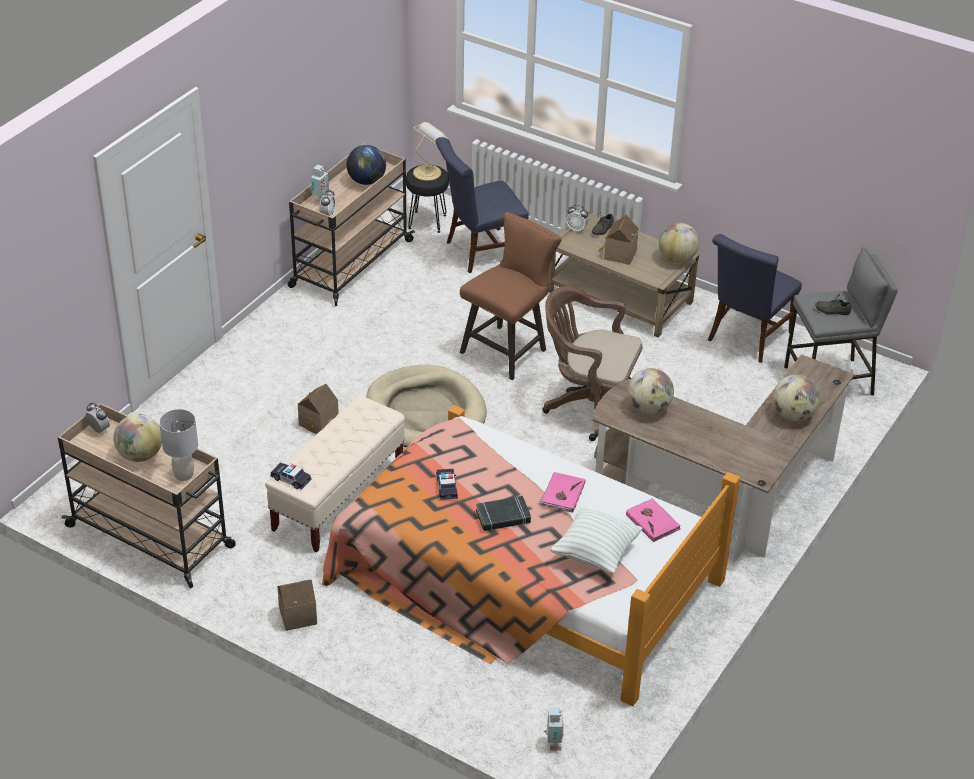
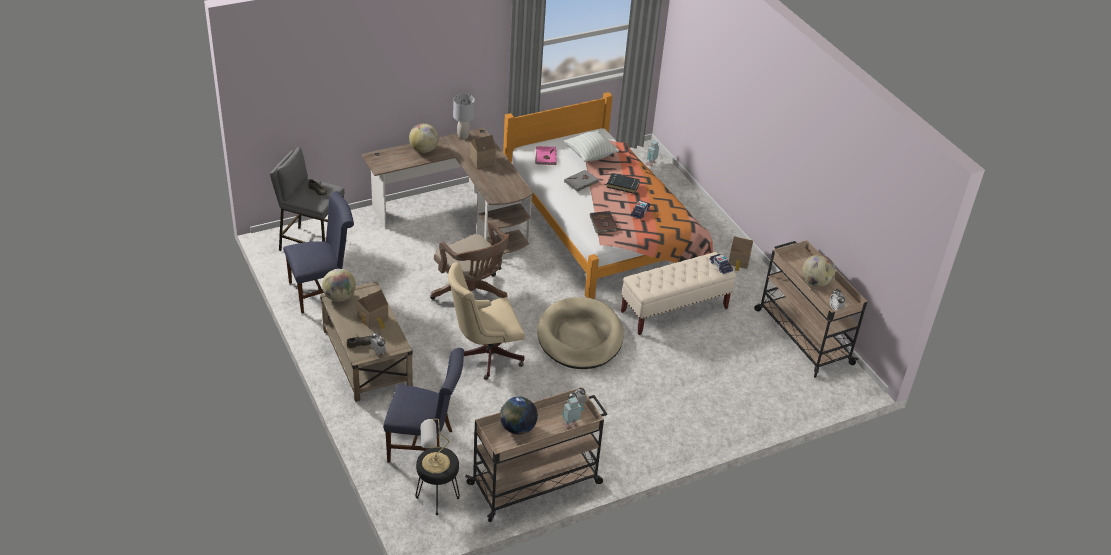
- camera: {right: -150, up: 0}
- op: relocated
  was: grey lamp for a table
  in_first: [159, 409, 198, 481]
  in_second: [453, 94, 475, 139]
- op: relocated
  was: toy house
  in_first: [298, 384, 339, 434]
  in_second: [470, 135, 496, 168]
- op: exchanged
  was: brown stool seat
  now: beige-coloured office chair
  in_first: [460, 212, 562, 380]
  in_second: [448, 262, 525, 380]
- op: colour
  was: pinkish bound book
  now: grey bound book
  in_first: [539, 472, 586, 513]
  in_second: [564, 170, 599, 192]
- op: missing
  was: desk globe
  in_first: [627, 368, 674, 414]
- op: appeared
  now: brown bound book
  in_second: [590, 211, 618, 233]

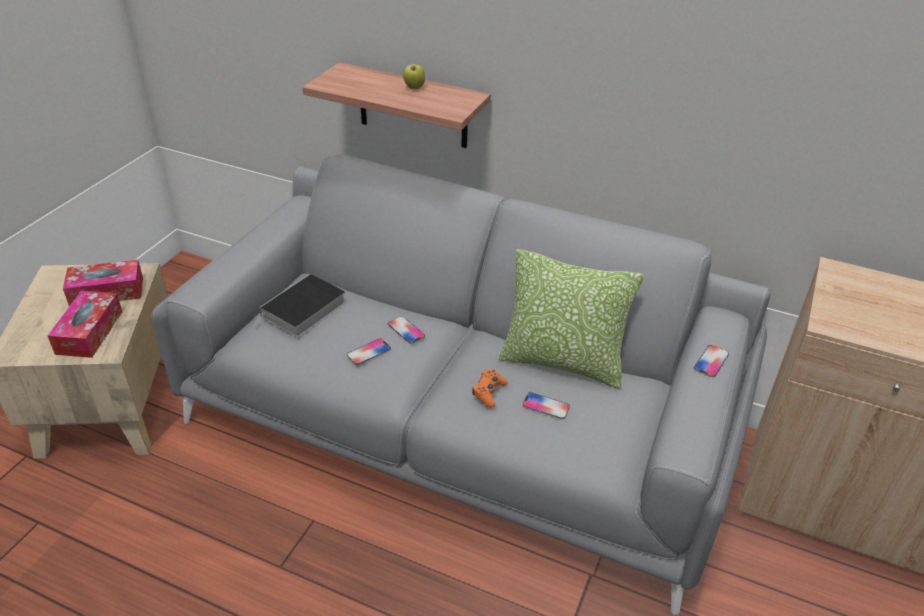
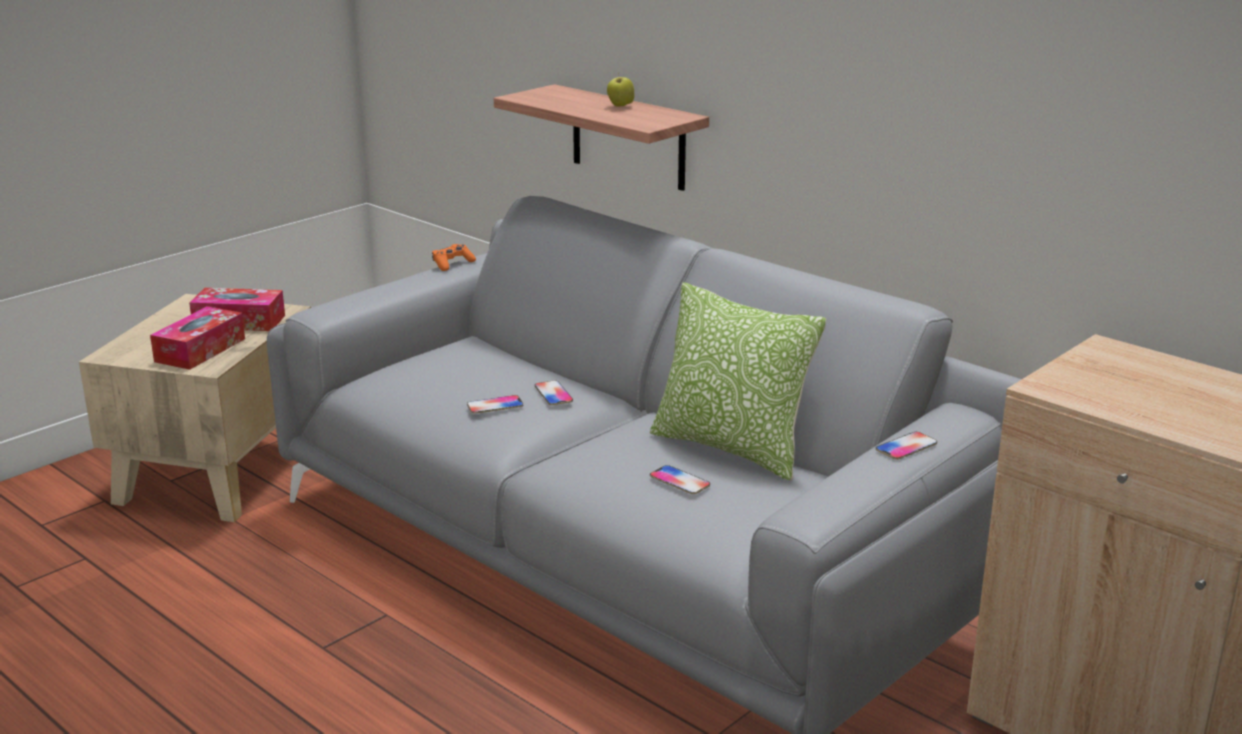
- camera: {right: 20, up: -15}
- op: missing
  was: bound book
  in_first: [253, 274, 346, 337]
- op: relocated
  was: orange gamepad
  in_first: [472, 370, 508, 408]
  in_second: [432, 244, 476, 271]

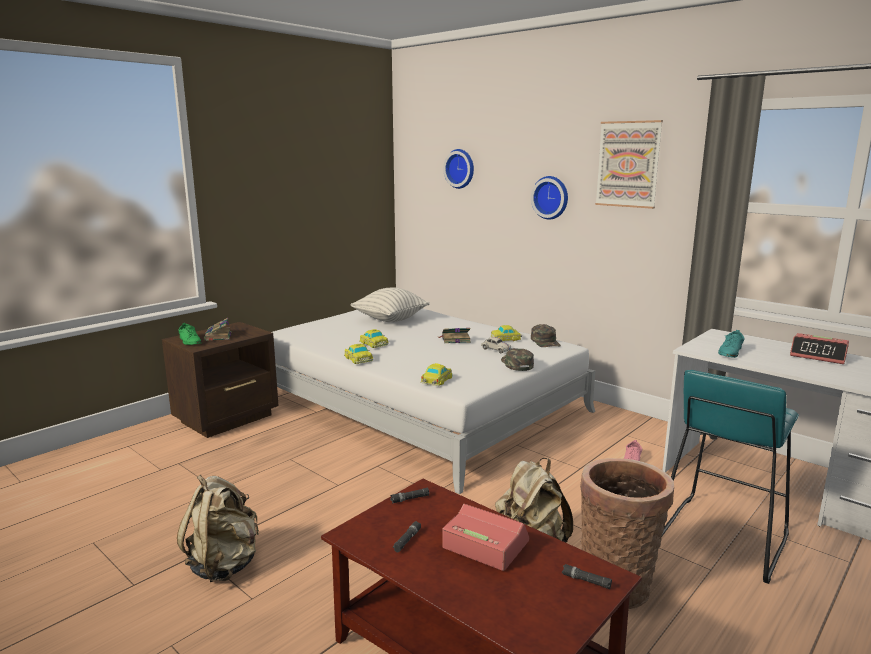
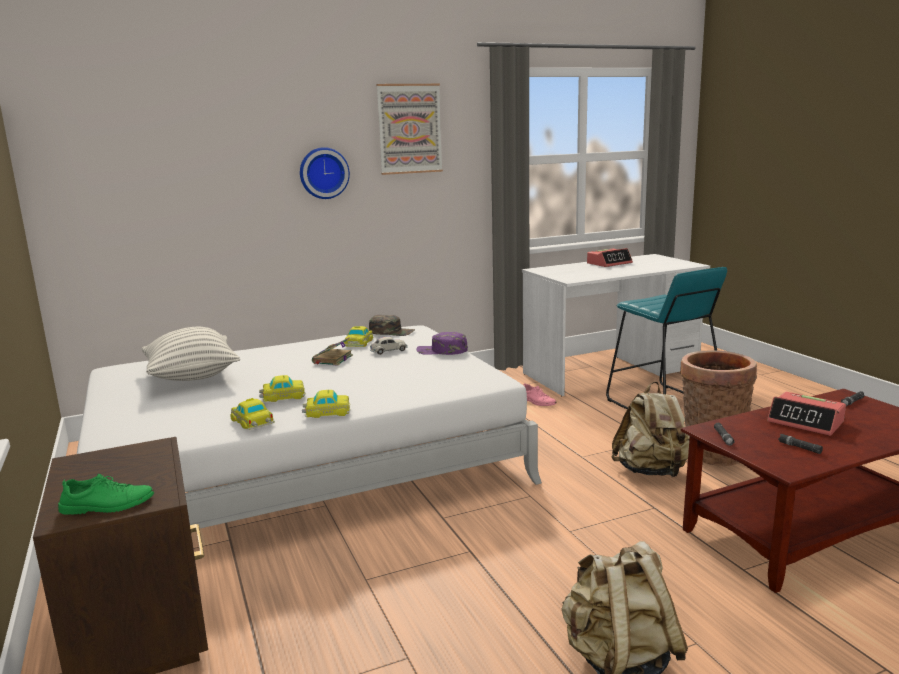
- camera: {right: -65, up: 0}
- op: missing
  was: bound book
  in_first: [204, 318, 232, 341]
- op: relocated
  was: miniature car
  in_first: [420, 363, 452, 386]
  in_second: [230, 398, 275, 430]
- op: spun
  was: alarm clock
  in_first: [442, 504, 529, 571]
  in_second: [767, 392, 846, 436]
  clockwise: -105
- op: missing
  was: clock on the wall
  in_first: [443, 149, 474, 189]
- op: colour
  was: greenish baseball cap
  now: purplish baseball cap
  in_first: [501, 348, 534, 371]
  in_second: [417, 332, 468, 355]
- op: missing
  was: blue-green shoe
  in_first: [718, 330, 745, 358]

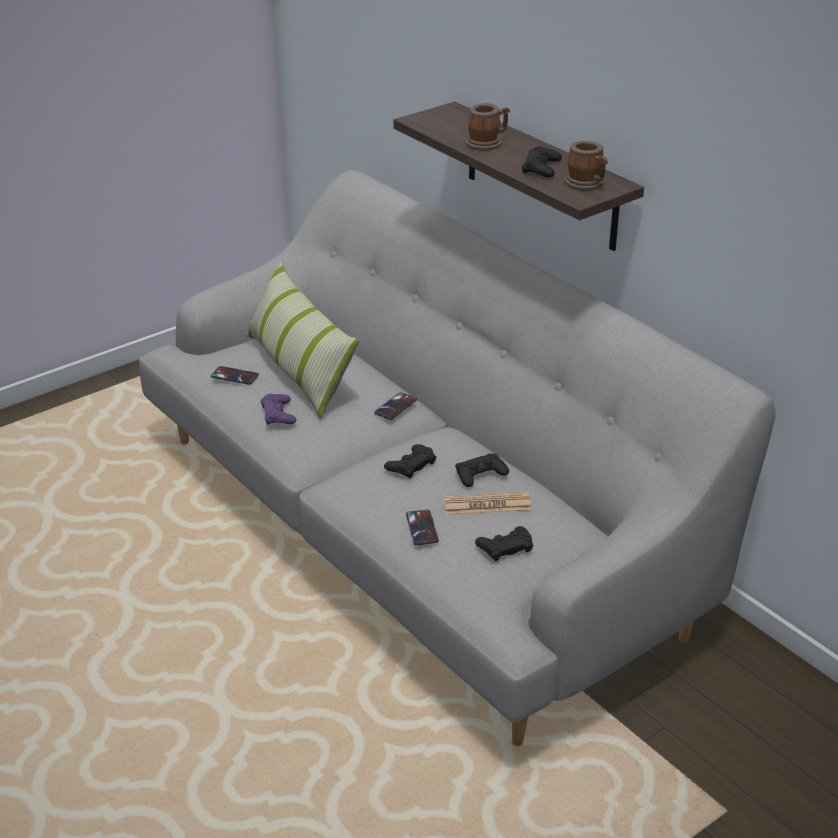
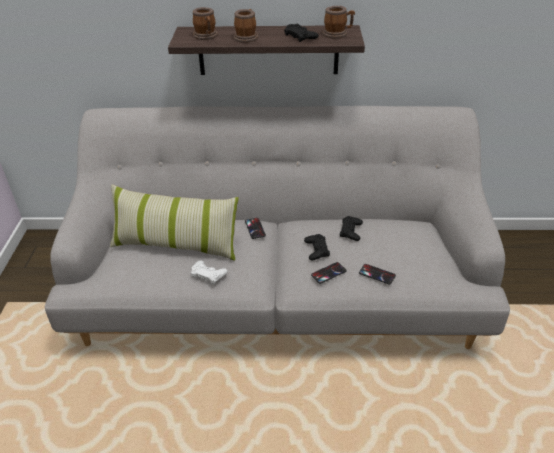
- camera: {right: -50, up: 5}
- op: relocated
  was: telephone
  in_first: [211, 366, 259, 385]
  in_second: [311, 262, 347, 284]
- op: colour
  was: purplish gamepad
  now: white gamepad
  in_first: [261, 394, 296, 425]
  in_second: [190, 260, 228, 284]
- op: missing
  was: daily paper
  in_first: [443, 492, 531, 515]
- op: missing
  was: black-coloured gamepad
  in_first: [475, 526, 533, 561]
- op: appeared
  now: coffee mug
  in_second: [193, 7, 218, 40]

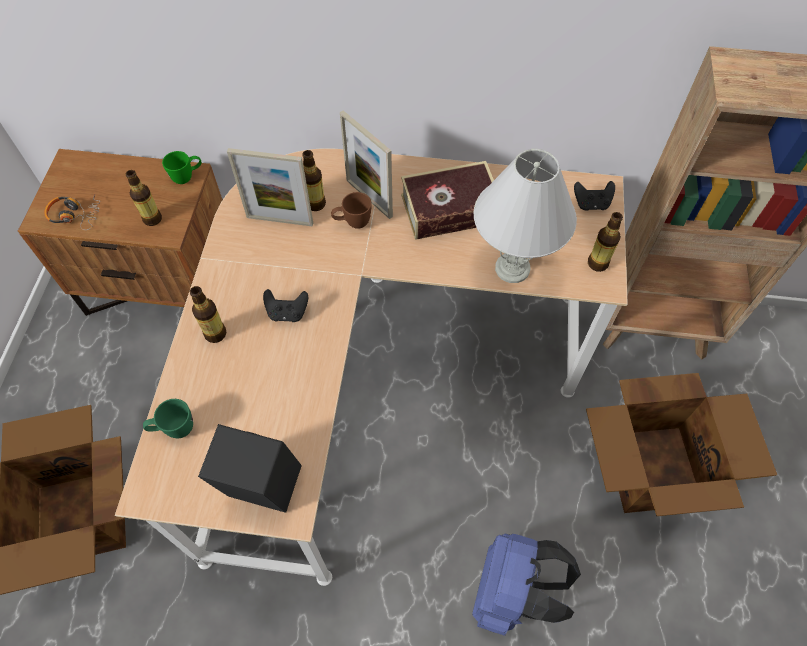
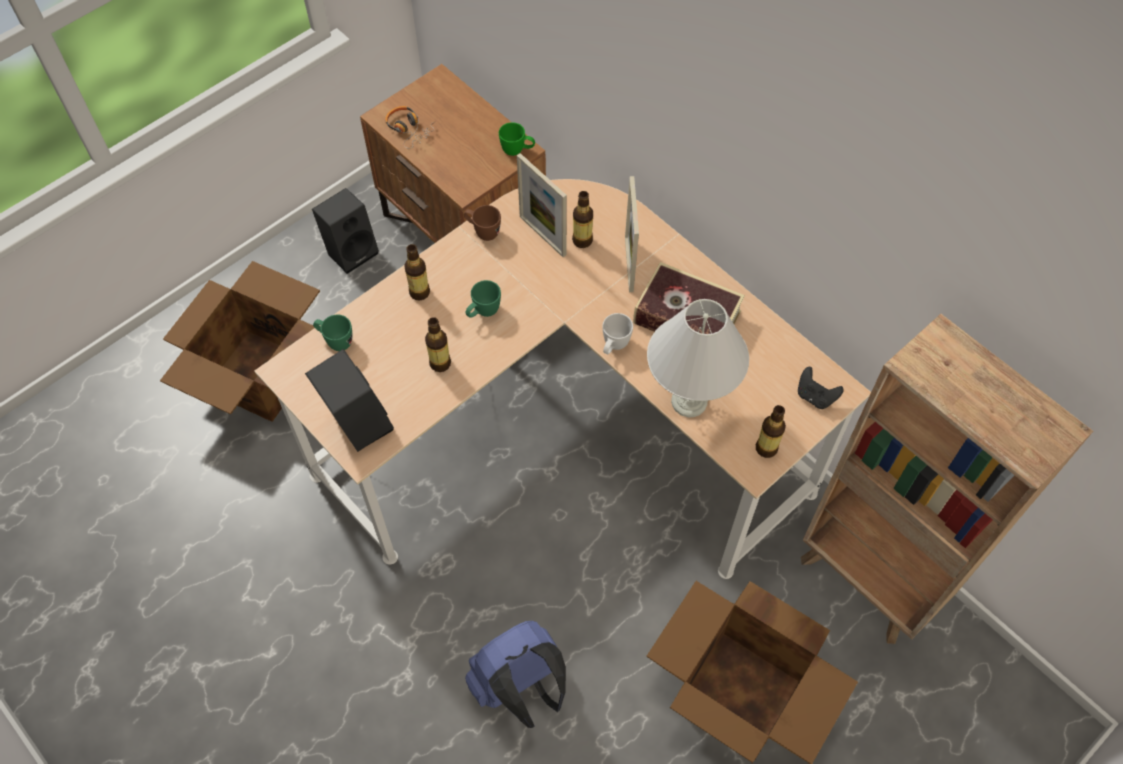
- camera: {right: 40, up: 0}
- op: relocated
  was: bottle
  in_first: [126, 170, 162, 226]
  in_second: [425, 317, 451, 372]
- op: exchanged
  was: black-coloured gamepad
  now: greenish coffee mug
  in_first: [263, 289, 308, 322]
  in_second: [465, 280, 501, 318]
- op: relocated
  was: brown coffee mug
  in_first: [331, 192, 372, 229]
  in_second: [464, 205, 501, 241]
- op: appeared
  now: black-coloured speaker
  in_second: [312, 188, 379, 274]
- op: appeared
  now: white coffee mug
  in_second: [603, 313, 633, 354]

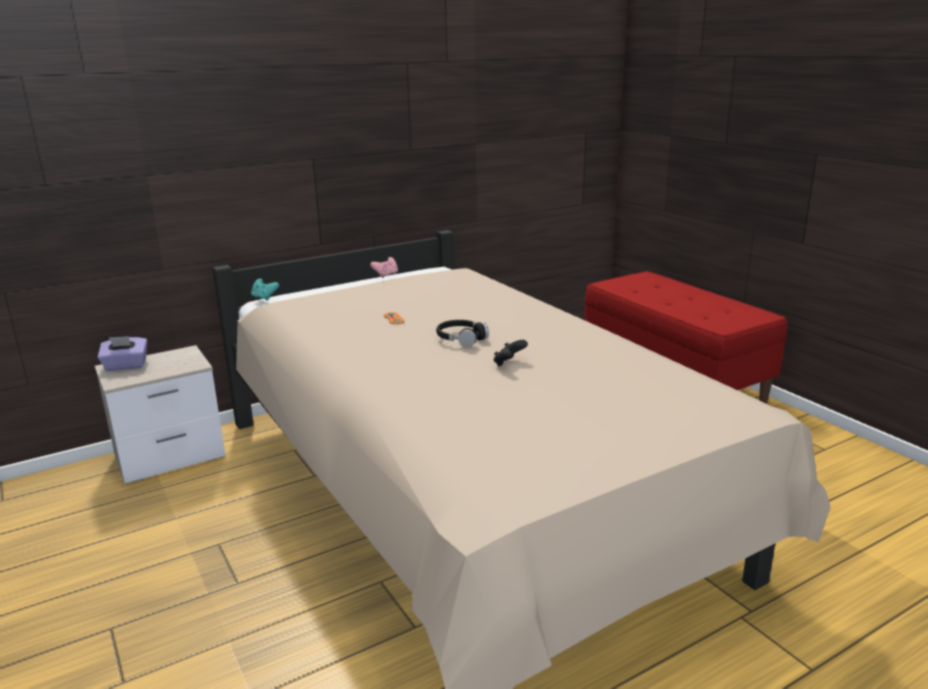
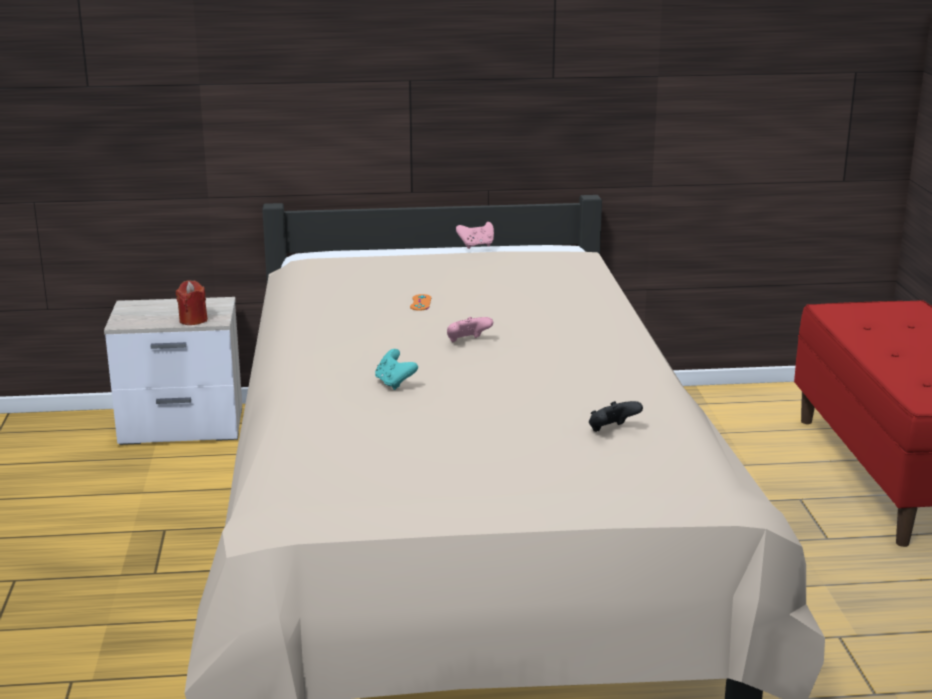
- camera: {right: 25, up: 0}
- op: missing
  was: purplish tissue box
  in_first: [98, 336, 147, 371]
- op: relocated
  was: blue-green gamepad
  in_first: [251, 278, 279, 301]
  in_second: [375, 349, 418, 390]
- op: exchanged
  was: black-coloured pair of headphones
  now: pinkish gamepad
  in_first: [436, 320, 489, 347]
  in_second: [447, 317, 493, 342]
- op: relocated
  was: black-coloured gamepad
  in_first: [494, 340, 528, 367]
  in_second: [589, 401, 643, 432]
- op: appeared
  now: red candle
  in_second: [176, 280, 208, 325]

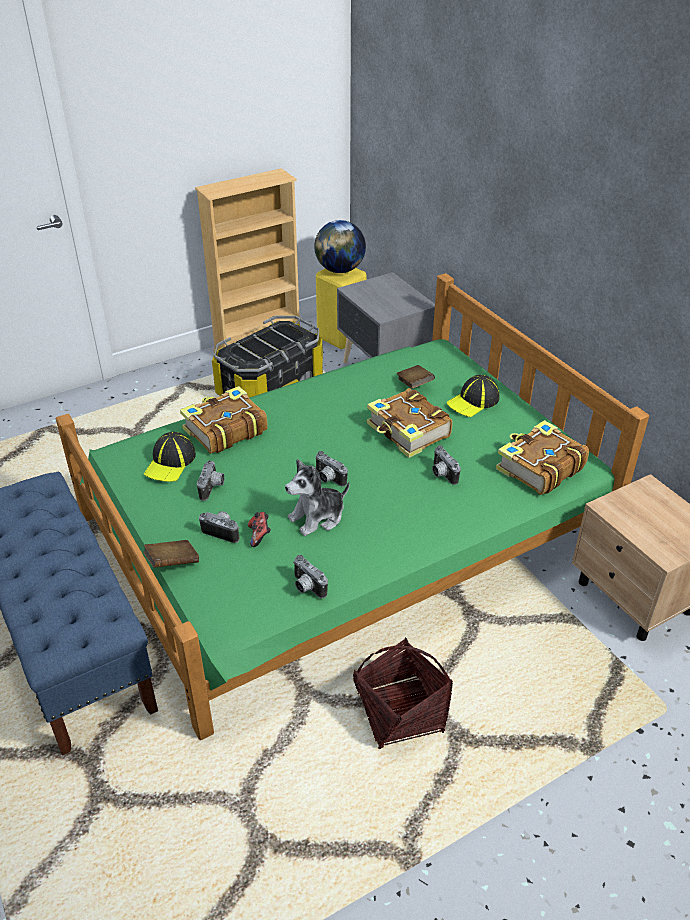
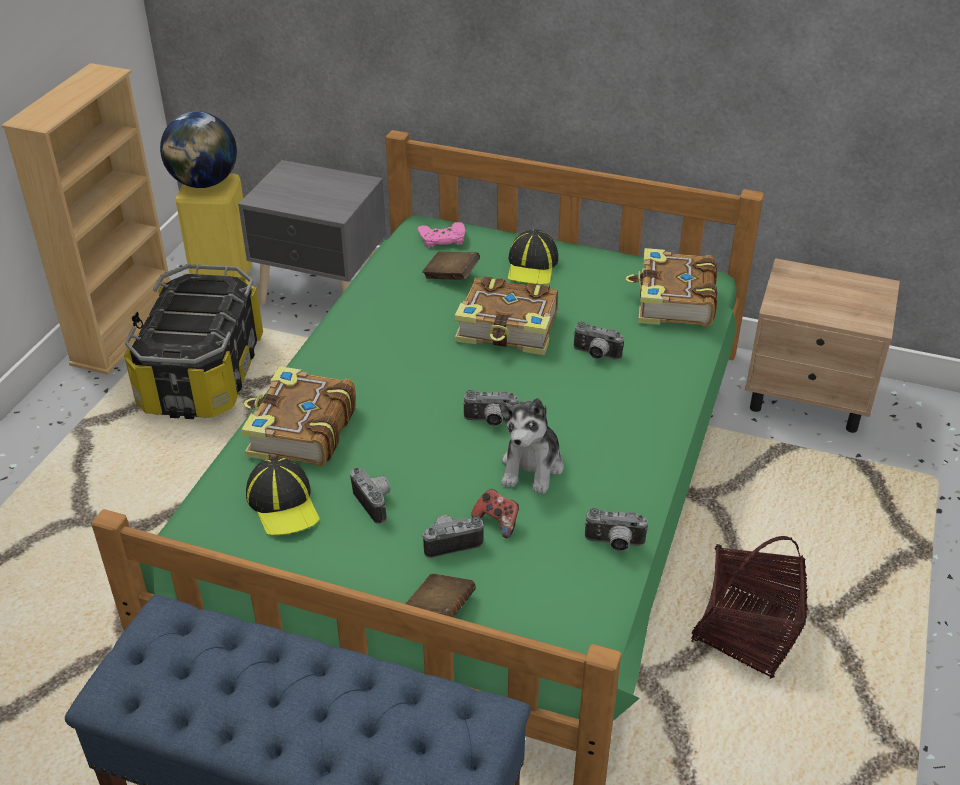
- camera: {right: -40, up: 0}
- op: appeared
  now: pinkish gamepad
  in_second: [418, 222, 465, 248]

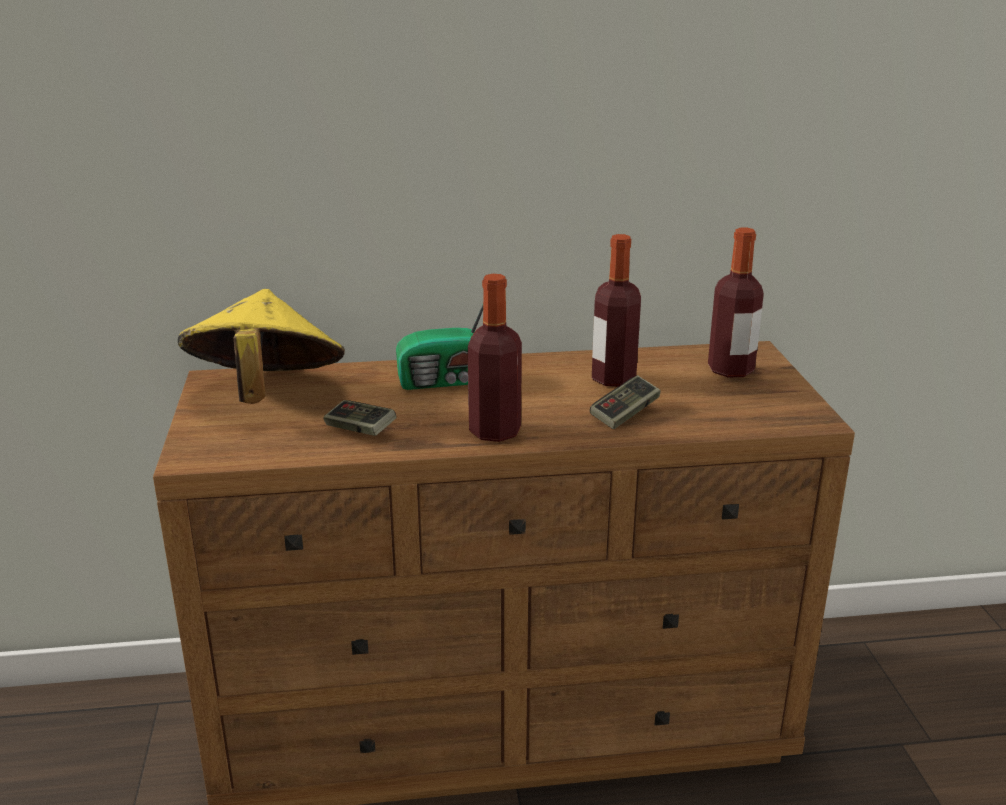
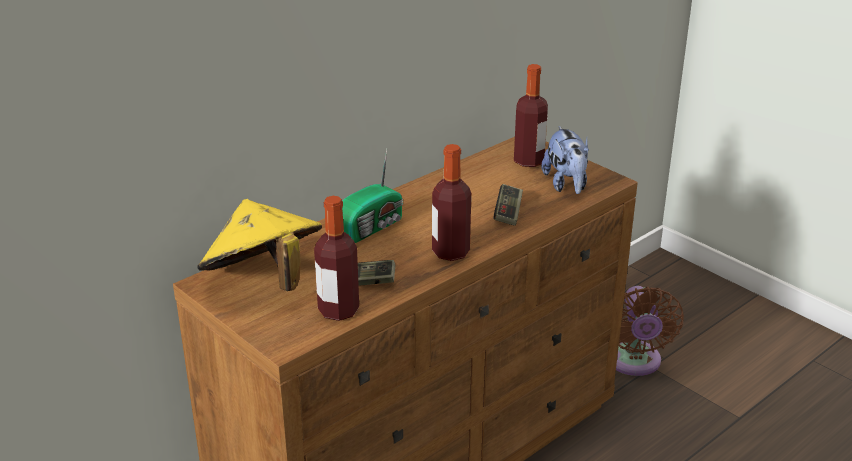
- camera: {right: -35, up: 5}
- op: relocated
  was: bottle
  in_first: [592, 234, 641, 387]
  in_second: [314, 196, 359, 321]
- op: appeared
  now: plush toy
  in_second: [541, 126, 589, 194]
- op: appeared
  now: brown electric fan
  in_second: [616, 286, 684, 376]

